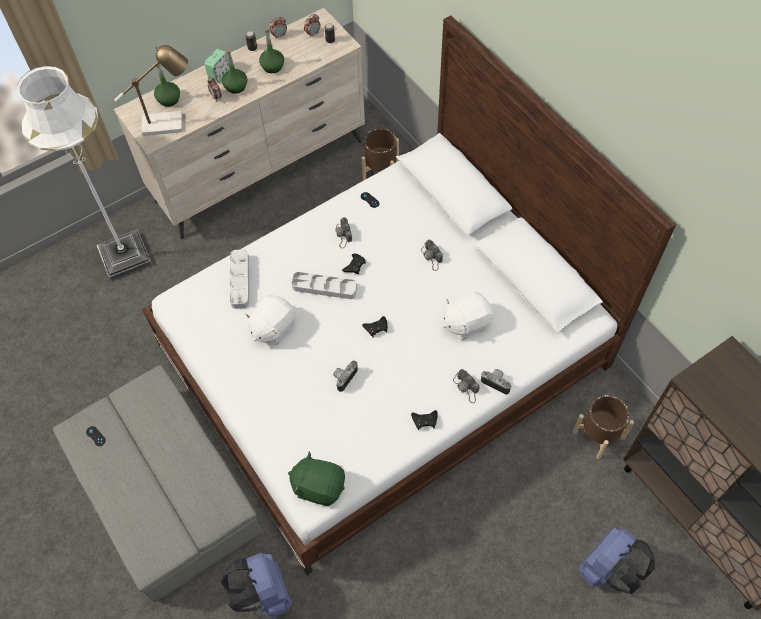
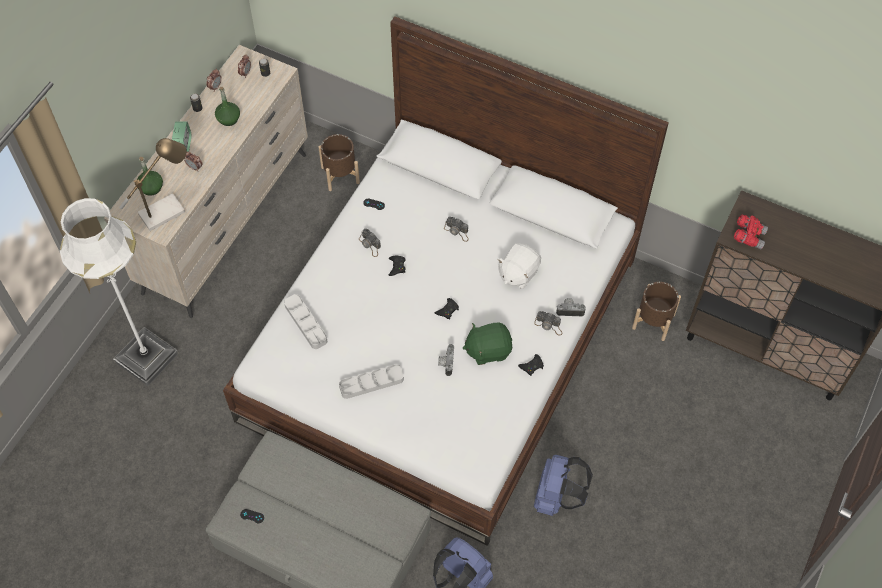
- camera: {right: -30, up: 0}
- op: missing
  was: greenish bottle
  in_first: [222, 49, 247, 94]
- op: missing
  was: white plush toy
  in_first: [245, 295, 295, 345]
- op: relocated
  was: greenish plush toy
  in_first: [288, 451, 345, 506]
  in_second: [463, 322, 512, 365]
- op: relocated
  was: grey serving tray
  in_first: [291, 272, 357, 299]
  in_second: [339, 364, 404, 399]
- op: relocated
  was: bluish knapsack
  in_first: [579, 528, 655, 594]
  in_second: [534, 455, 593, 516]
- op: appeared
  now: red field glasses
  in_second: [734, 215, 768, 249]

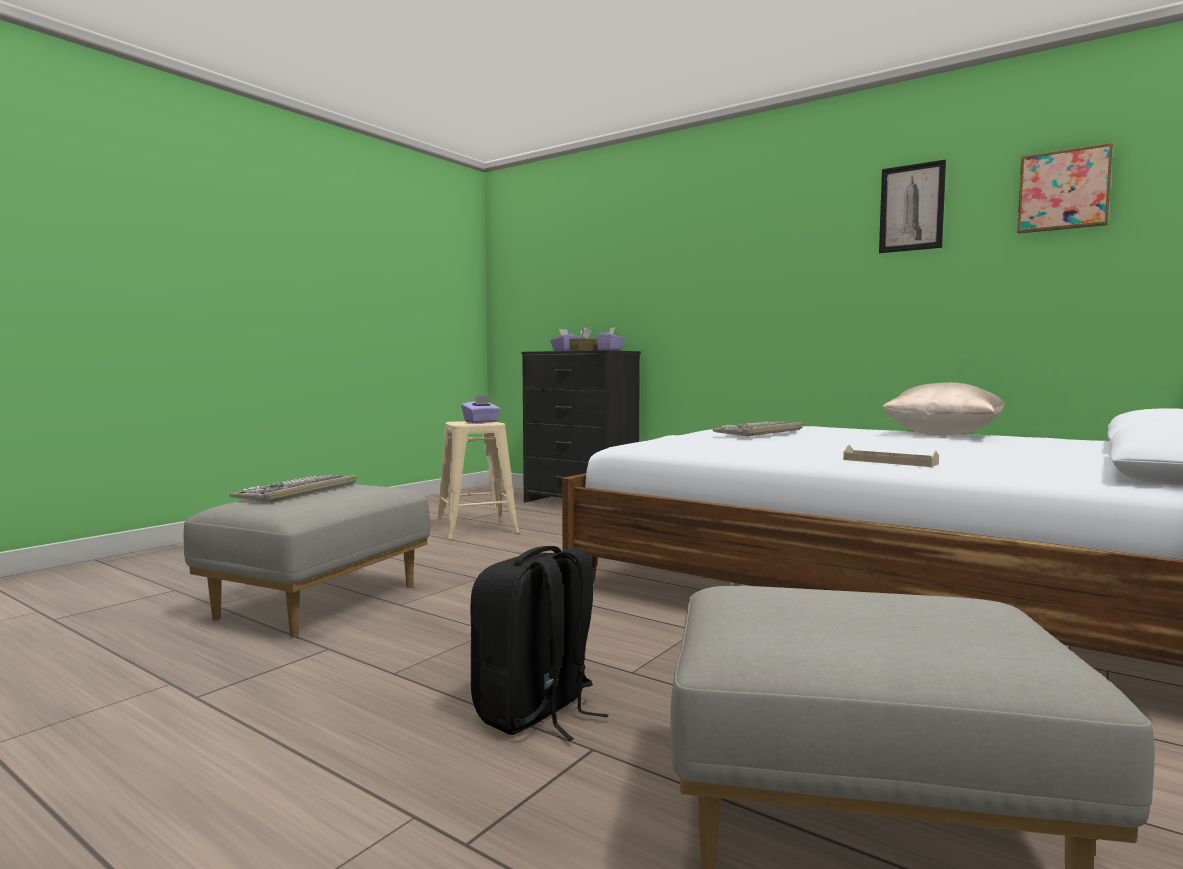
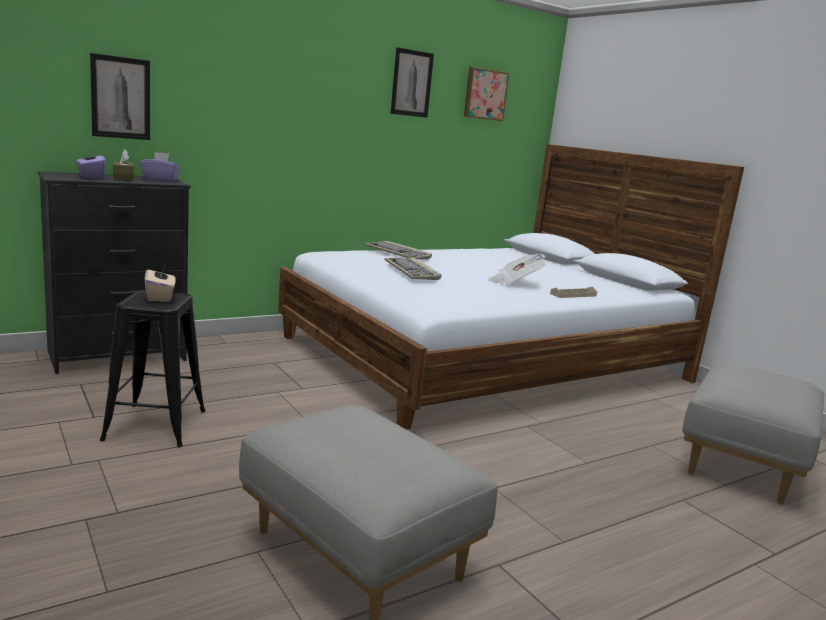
- camera: {right: -70, up: 10}
- op: relocated
  was: computer keyboard
  in_first: [230, 474, 356, 503]
  in_second: [365, 241, 432, 260]
- op: colour
  was: beige-coloured stool seat
  now: black-coloured stool seat
  in_first: [436, 421, 519, 540]
  in_second: [100, 290, 205, 447]
- op: colour
  was: purplish tissue box
  now: beige-coloured tissue box
  in_first: [461, 396, 501, 423]
  in_second: [145, 264, 176, 301]
- op: missing
  was: black-coloured knapsack
  in_first: [470, 546, 609, 741]
- op: missing
  was: beige-coloured throw pillow
  in_first: [882, 382, 1006, 436]
- op: appeared
  now: wall art
  in_second: [90, 53, 150, 140]
- op: appeared
  now: daily paper
  in_second: [488, 254, 545, 284]

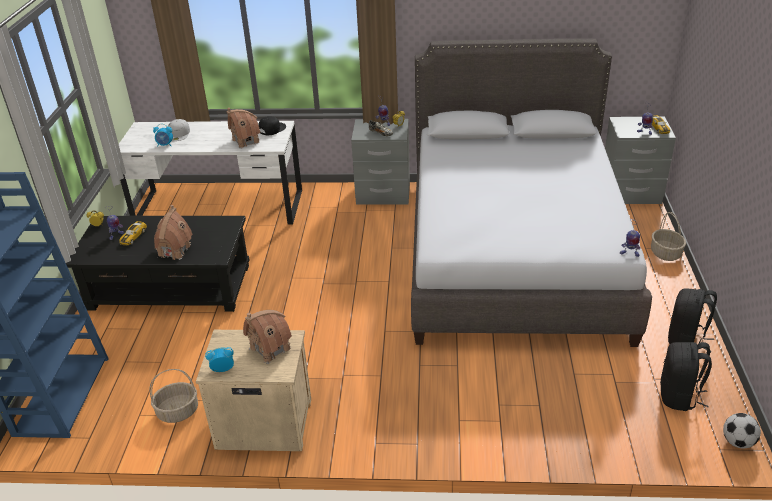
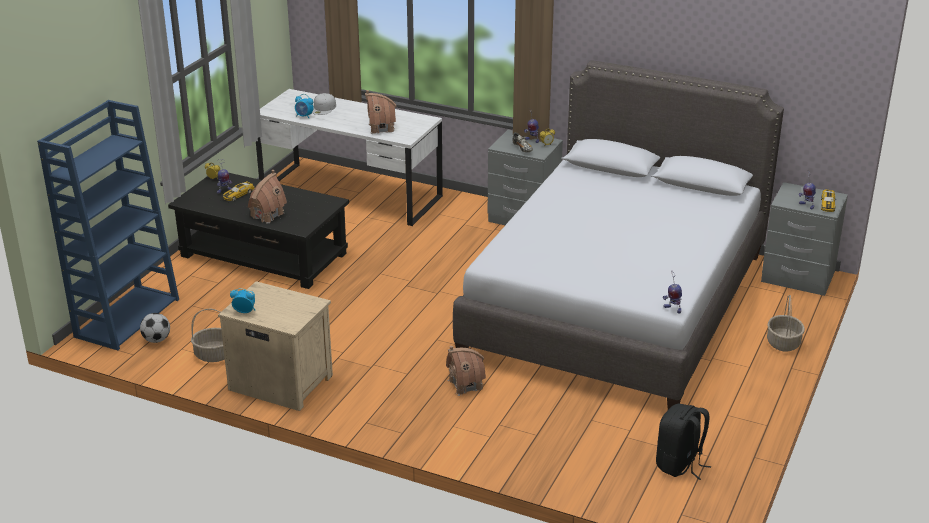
- camera: {right: 20, up: -5}
- op: relocated
  was: toy house
  in_first: [243, 310, 292, 364]
  in_second: [446, 346, 486, 396]
- op: missing
  was: black-coloured baseball cap
  in_first: [258, 116, 286, 136]
- op: missing
  was: black-coloured knapsack
  in_first: [668, 289, 717, 352]
- op: relocated
  was: ball for football
  in_first: [723, 413, 761, 449]
  in_second: [140, 313, 170, 343]

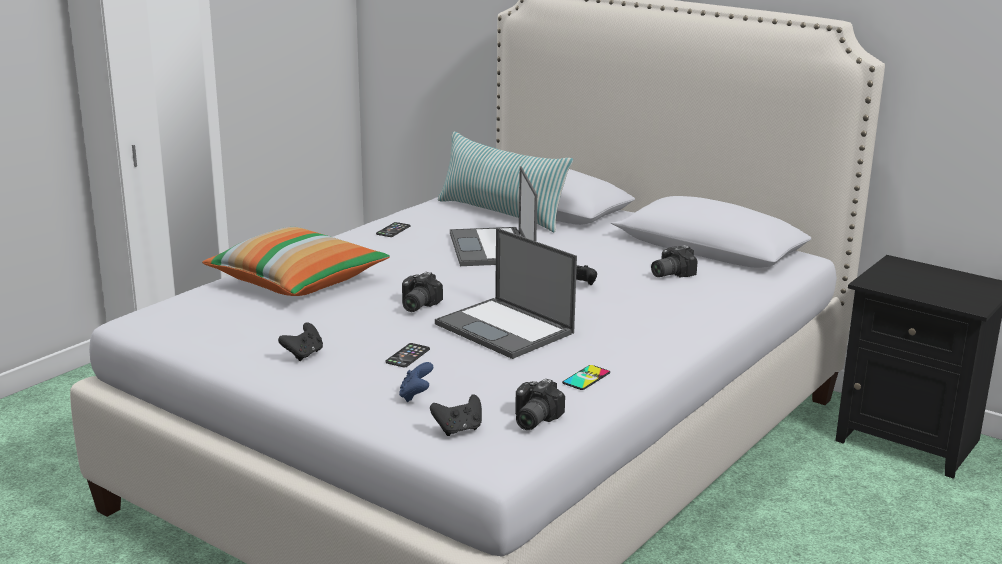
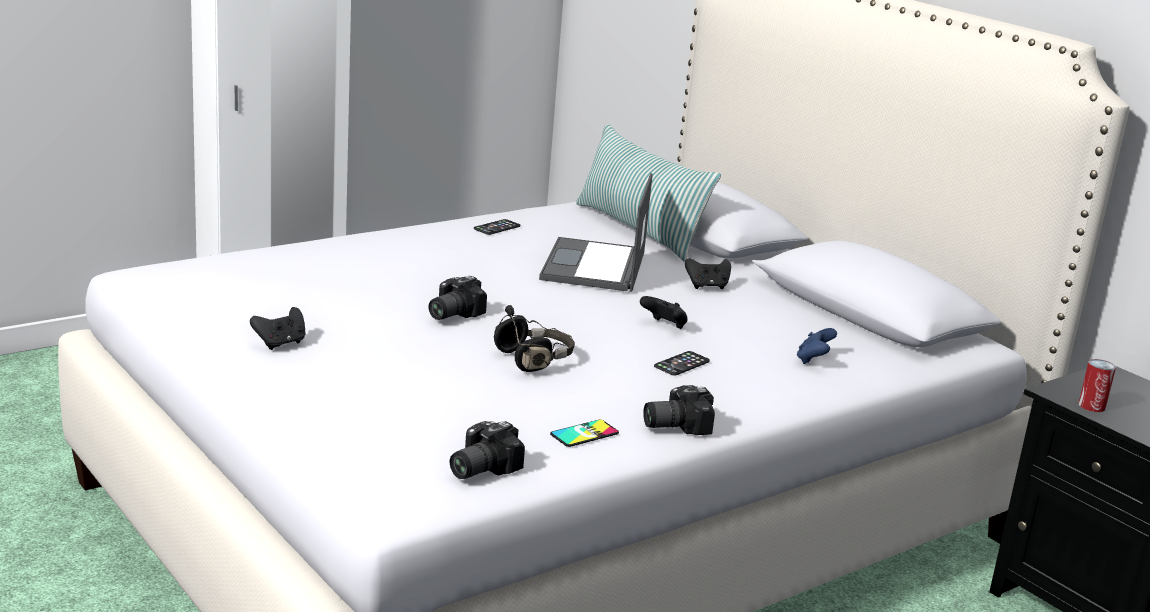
- camera: {right: 15, up: 0}
- op: missing
  was: throw pillow
  in_first: [202, 227, 390, 296]
- op: relocated
  was: telephone
  in_first: [385, 343, 430, 368]
  in_second: [654, 351, 710, 376]
- op: relocated
  was: bluish gamepad
  in_first: [399, 362, 433, 402]
  in_second: [797, 328, 837, 364]
- op: relocated
  was: black-coloured gamepad
  in_first: [430, 394, 482, 436]
  in_second: [685, 258, 731, 289]
- op: exchanged
  was: laptop
  now: black-coloured pair of headphones
  in_first: [435, 228, 577, 359]
  in_second: [494, 305, 575, 372]
- op: relocated
  was: still camera
  in_first: [651, 245, 698, 277]
  in_second: [643, 385, 715, 435]
- op: appeared
  now: can
  in_second: [1078, 359, 1116, 412]

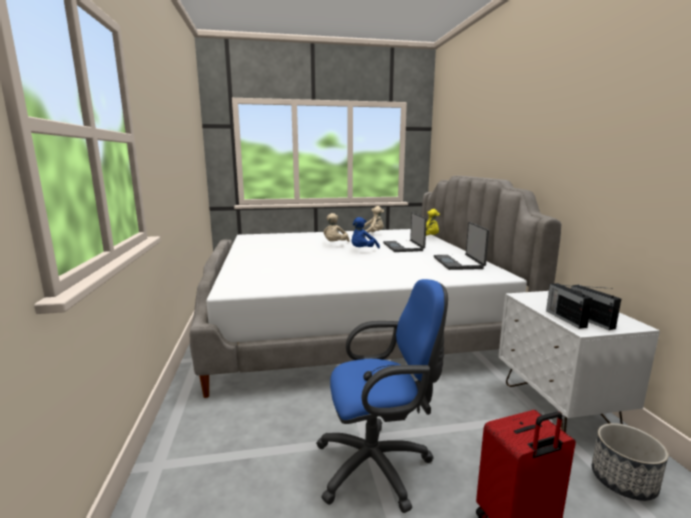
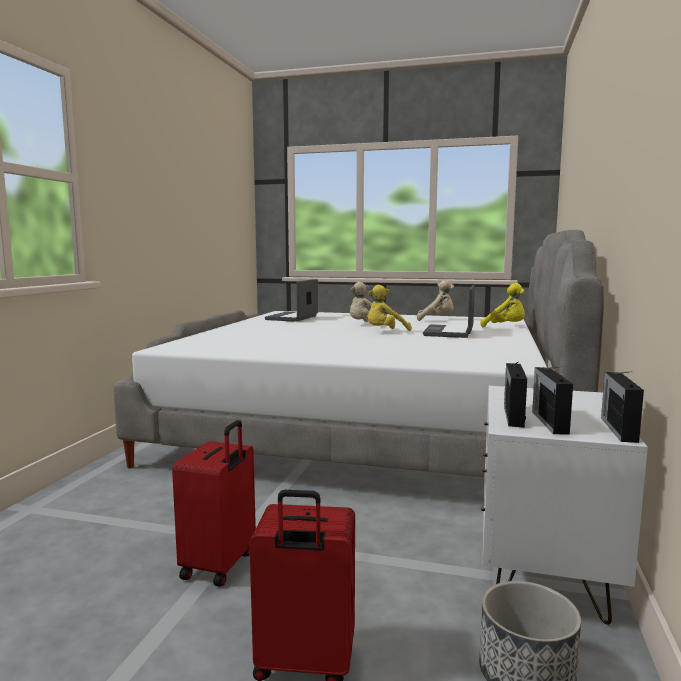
- camera: {right: 25, up: -5}
- op: exchanged
  was: bluish office chair
  now: red travel case
  in_first: [316, 279, 448, 513]
  in_second: [172, 420, 256, 587]
- op: colour
  was: bluish plush toy
  now: yellowish plush toy
  in_first: [352, 217, 380, 248]
  in_second: [368, 285, 412, 331]
- op: relocated
  was: laptop
  in_first: [434, 222, 489, 270]
  in_second: [265, 279, 318, 322]
- op: appeared
  now: radio
  in_second: [601, 371, 644, 443]

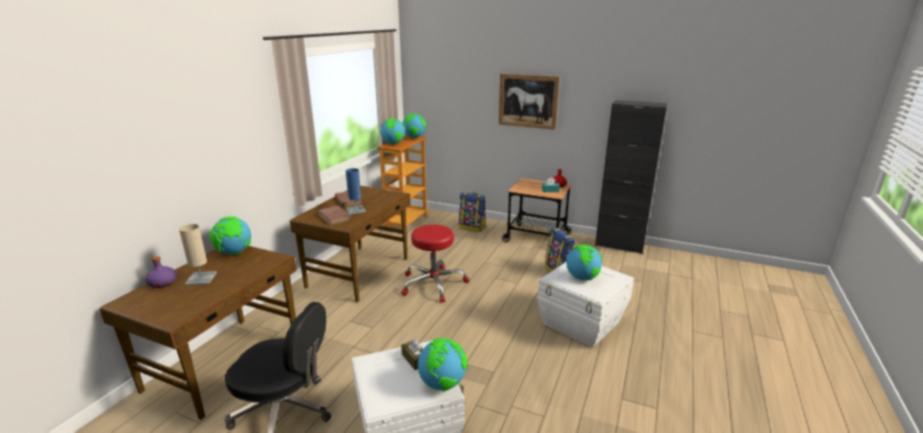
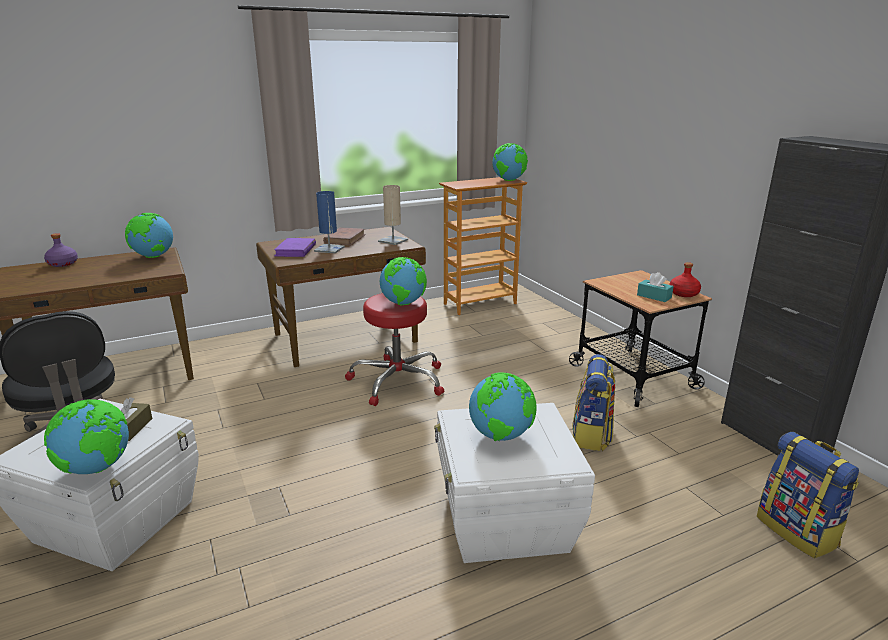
- camera: {right: 40, up: 0}
- op: relocated
  was: beige-coloured lamp for a table
  in_first: [179, 224, 217, 286]
  in_second: [378, 185, 408, 245]
- op: colour
  was: brown bound book
  now: purplish bound book
  in_first: [317, 205, 352, 225]
  in_second: [274, 238, 316, 257]
- op: relocated
  was: desk globe
  in_first: [380, 119, 405, 145]
  in_second: [380, 257, 427, 306]
- op: relocated
  was: knapsack
  in_first: [459, 192, 486, 232]
  in_second: [757, 432, 859, 559]
- op: missing
  was: wall art
  in_first: [499, 74, 560, 130]

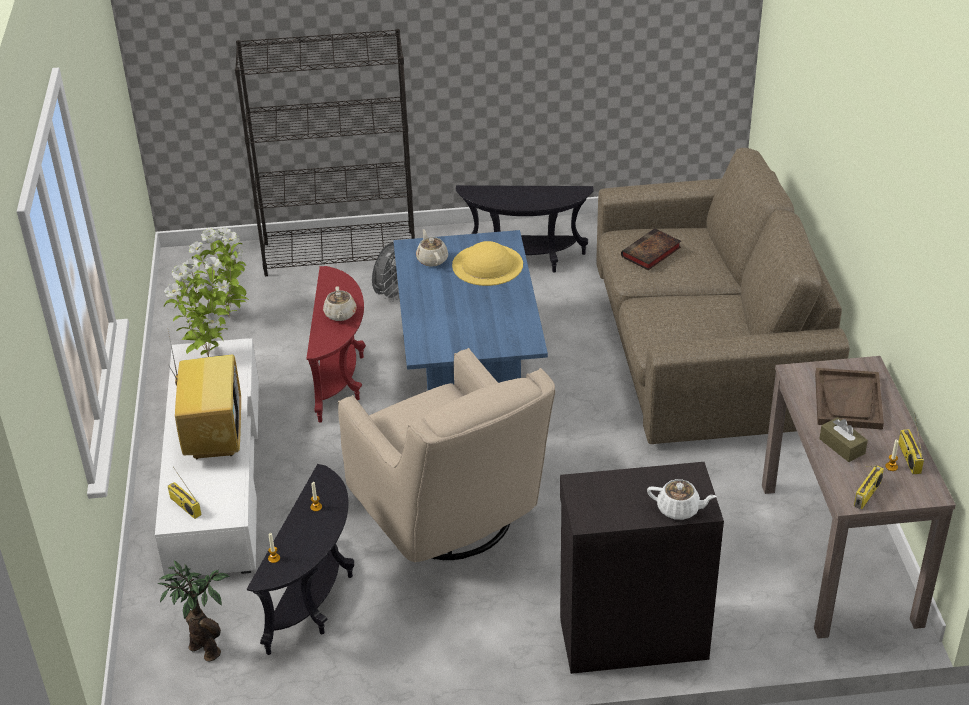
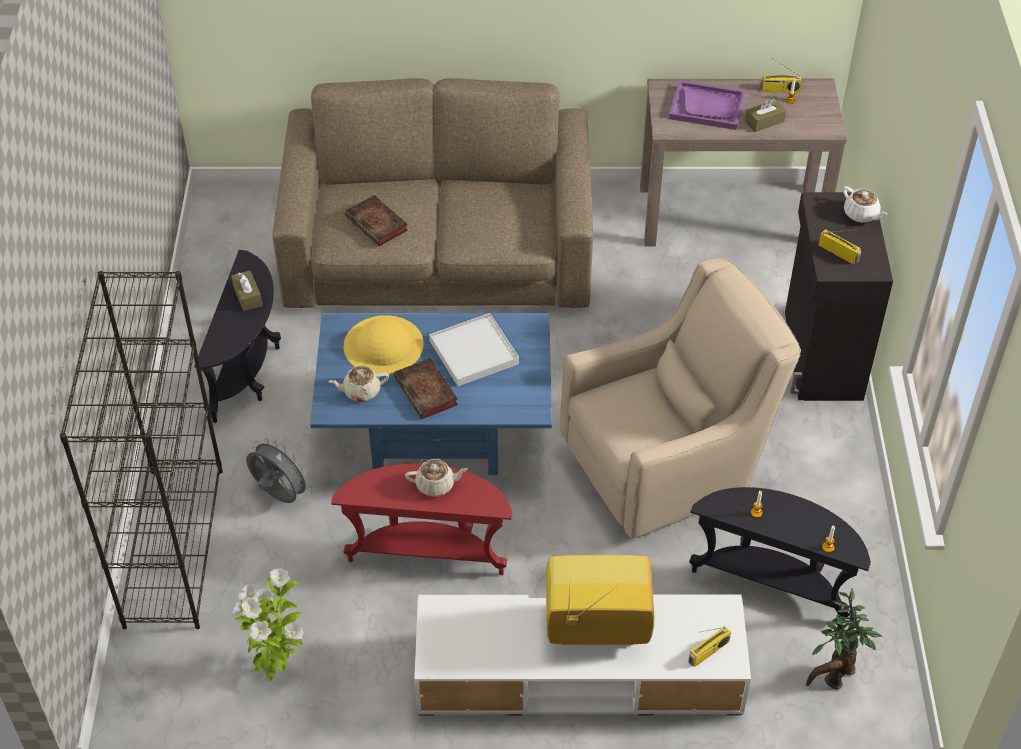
- camera: {right: -85, up: 10}
- op: missing
  was: potted plant
  in_first: [164, 257, 229, 357]
- op: spun
  was: white tea pot
  in_first: [647, 479, 717, 520]
  in_second: [843, 186, 887, 223]
  clockwise: 120
- op: colour
  was: brown serving tray
  now: purplish serving tray
  in_first: [815, 368, 884, 430]
  in_second: [669, 81, 746, 130]
- op: relocated
  was: radio
  in_first: [854, 465, 884, 509]
  in_second: [819, 229, 861, 264]
- op: appeared
  now: brown tissue box
  in_second: [231, 270, 262, 311]
- op: appeared
  now: bound book
  in_second: [394, 358, 458, 419]
- op: appeared
  now: white serving tray
  in_second: [429, 313, 519, 386]

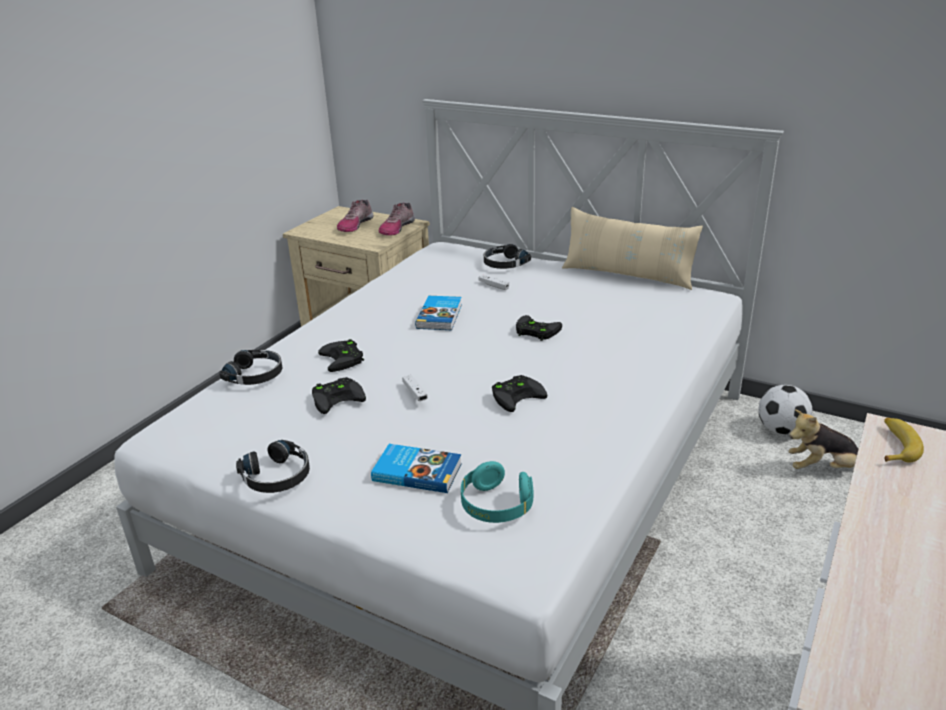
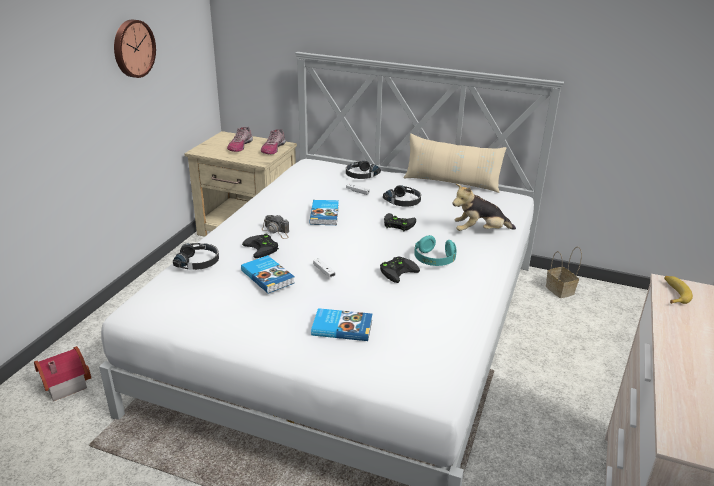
- camera: {right: -10, up: 0}
- op: relocated
  was: black-coloured pair of headphones
  in_first: [236, 440, 310, 493]
  in_second: [383, 185, 421, 207]
- op: exchanged
  was: black-coloured gamepad
  now: bound book
  in_first: [312, 377, 366, 414]
  in_second: [241, 255, 295, 293]
- op: relocated
  was: blue-green pair of headphones
  in_first: [461, 461, 533, 523]
  in_second: [414, 235, 457, 266]
- op: exchanged
  was: ball for football
  now: household basket
  in_first: [758, 385, 812, 435]
  in_second: [546, 246, 582, 298]
- op: relocated
  was: plush toy
  in_first: [788, 409, 858, 469]
  in_second: [453, 184, 516, 231]
- op: appeared
  now: toy house
  in_second: [34, 346, 91, 401]
- op: appeared
  now: clock on the wall
  in_second: [114, 20, 156, 78]
- op: appeared
  now: still camera
  in_second: [262, 214, 289, 239]

